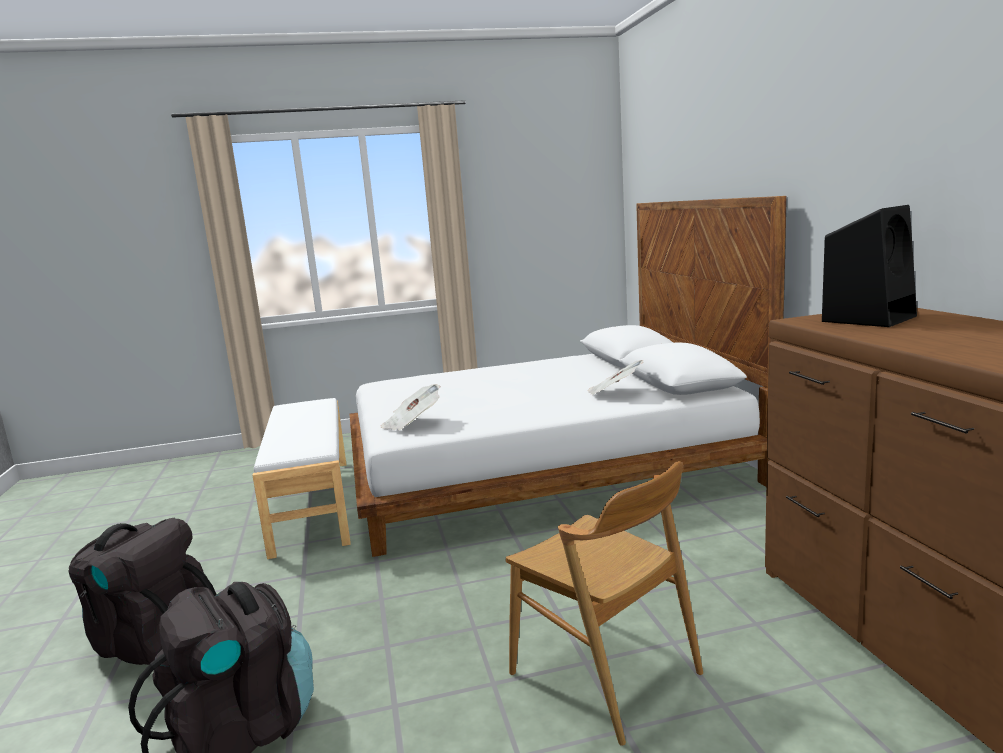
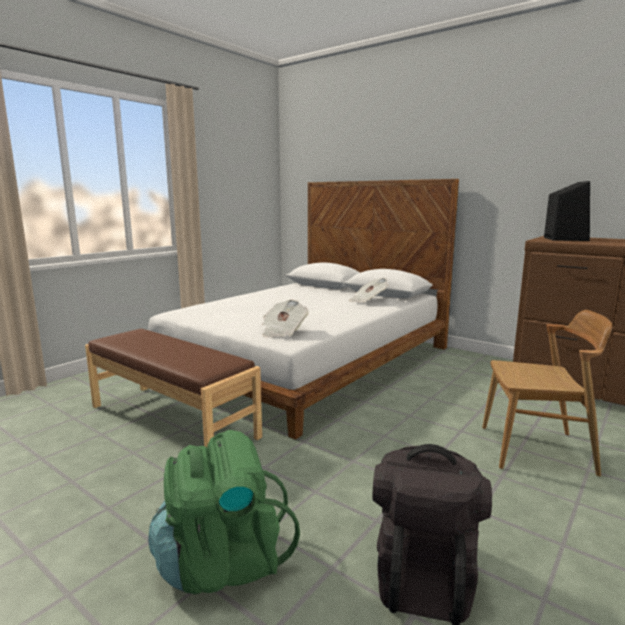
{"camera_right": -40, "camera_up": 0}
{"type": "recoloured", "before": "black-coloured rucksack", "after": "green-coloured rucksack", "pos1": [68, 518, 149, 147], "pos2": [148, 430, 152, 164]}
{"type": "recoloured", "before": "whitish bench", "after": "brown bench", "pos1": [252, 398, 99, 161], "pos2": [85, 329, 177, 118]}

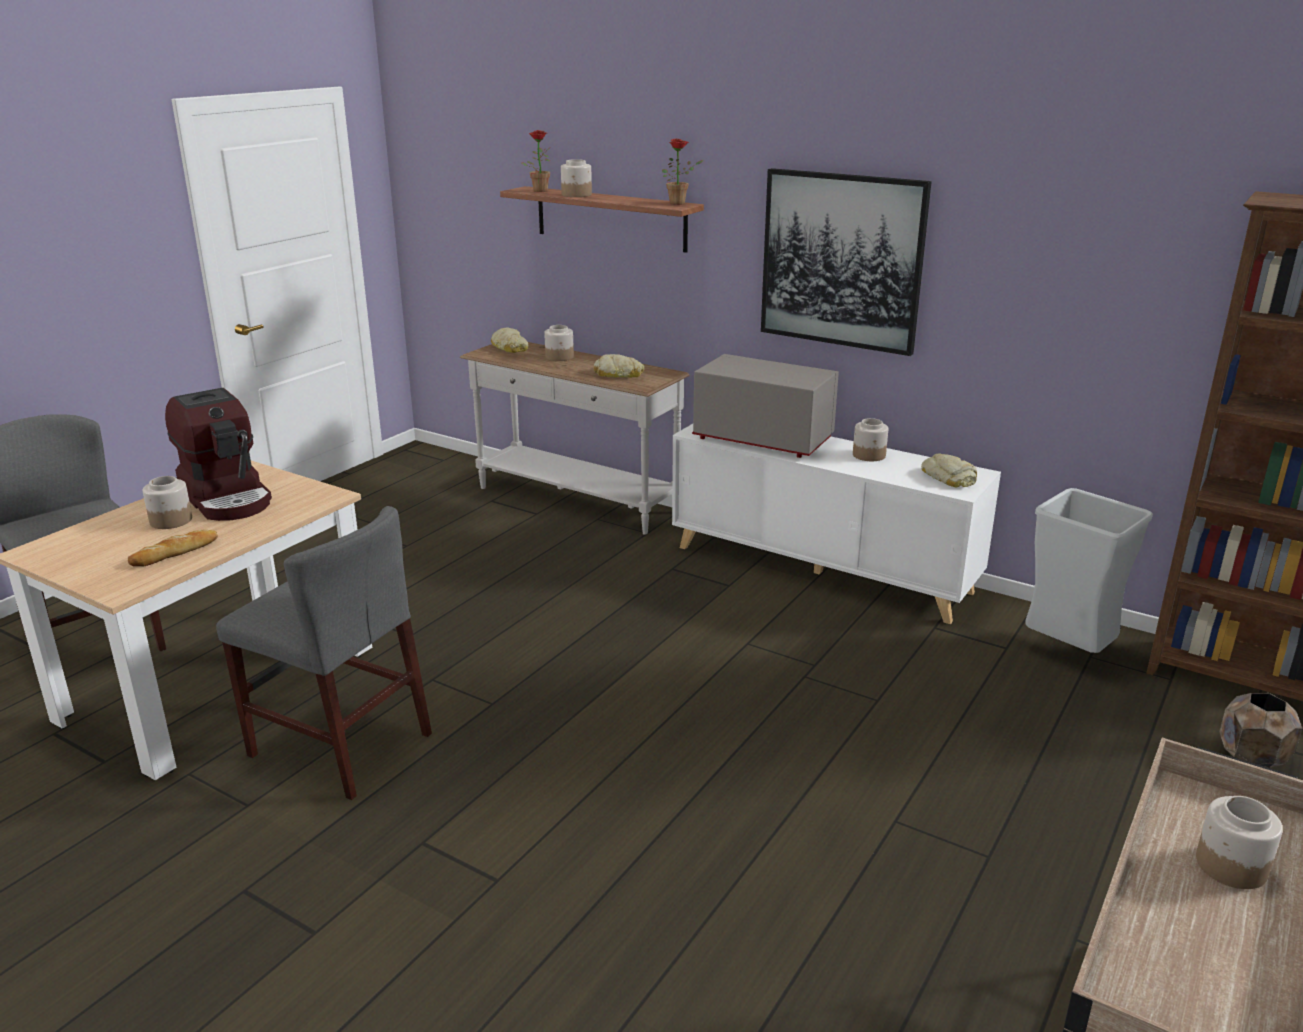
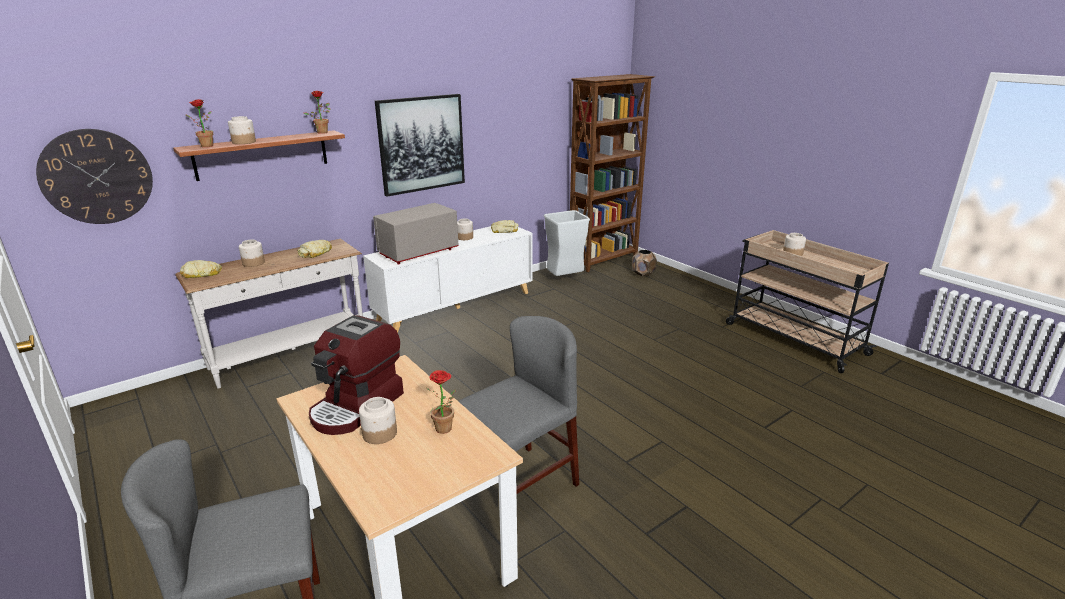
{"camera_right": -70, "camera_up": 0}
{"type": "replaced", "before": "bakery bread", "after": "potted plant", "pos1": [128, 529, 90, 38], "pos2": [425, 370, 31, 64]}
{"type": "turned", "before": "coffee machine", "pos1": [165, 388, 107, 133], "pos2": [309, 315, 95, 120], "turn": 135}
{"type": "added", "after": "clock on the wall", "pos2": [36, 129, 117, 95]}

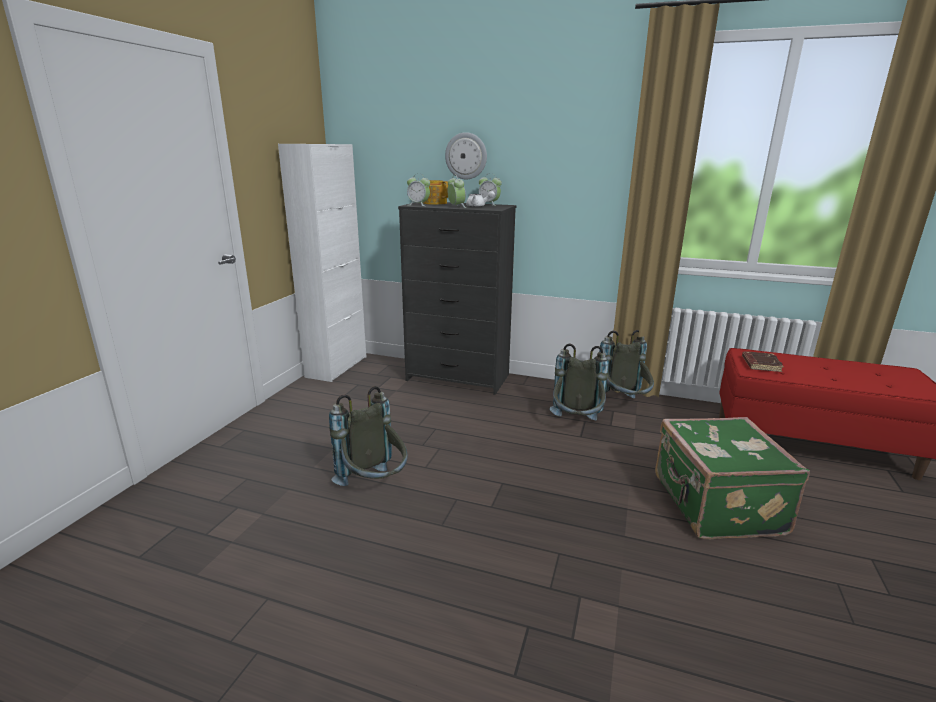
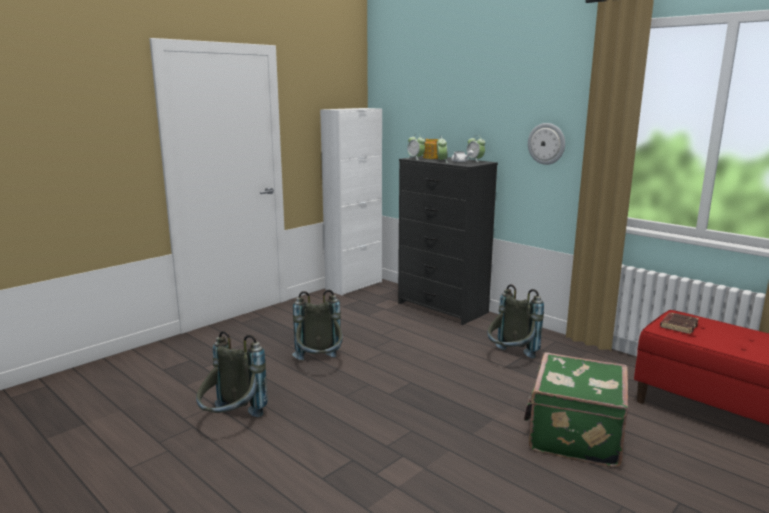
{"camera_right": 25, "camera_up": -5}
{"type": "moved", "before": "clock on the wall", "pos1": [445, 132, 42, 47], "pos2": [528, 123, 37, 42]}
{"type": "moved", "before": "greyish rucksack", "pos1": [599, 330, 55, 69], "pos2": [196, 331, 72, 86]}

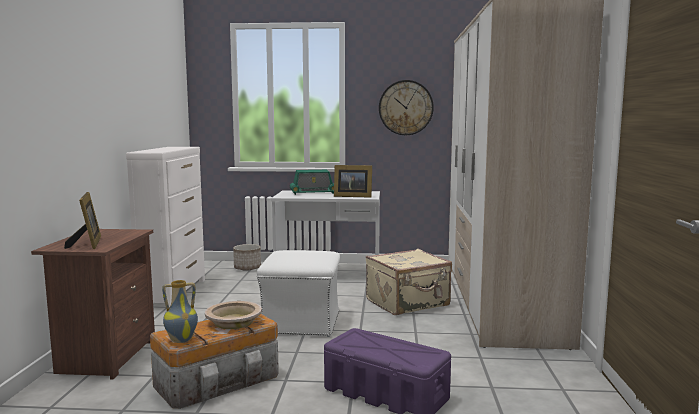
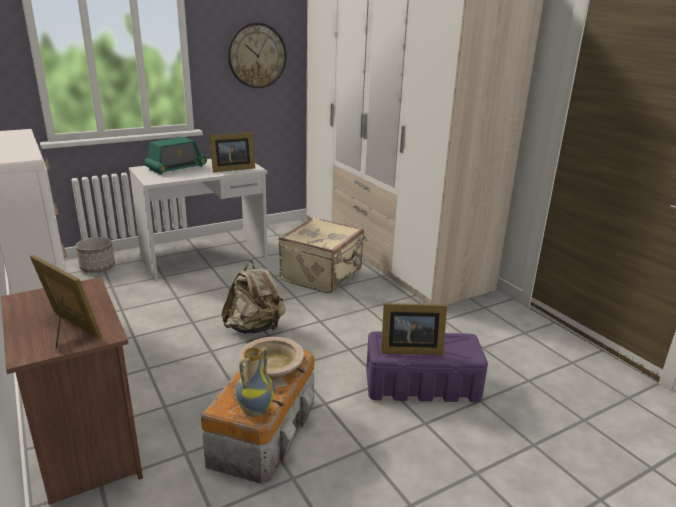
{"camera_right": -35, "camera_up": 15}
{"type": "replaced", "before": "whitish ottoman", "after": "beige rucksack", "pos1": [257, 250, 83, 87], "pos2": [222, 260, 64, 74]}
{"type": "added", "after": "standing frame", "pos2": [381, 303, 66, 52]}

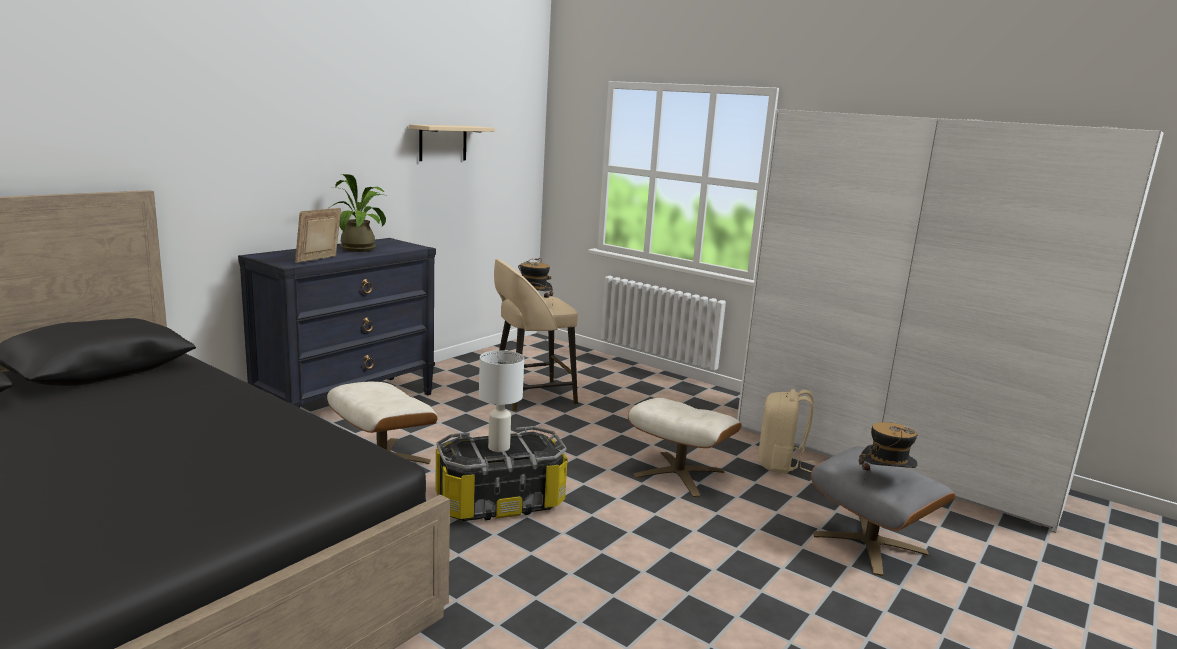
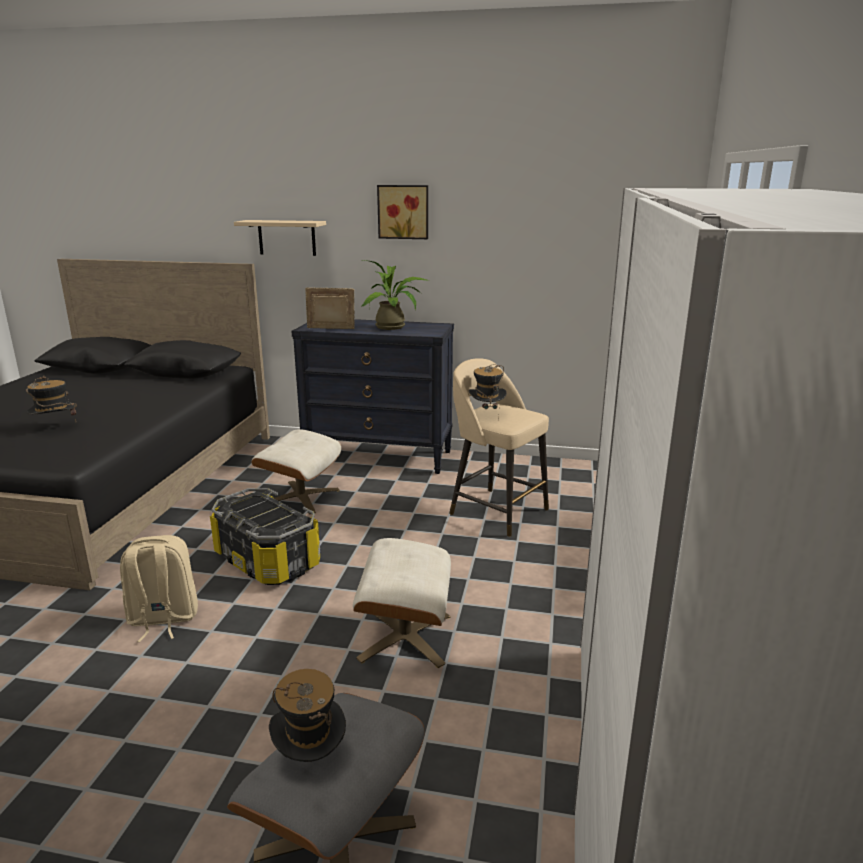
{"camera_right": 65, "camera_up": 5}
{"type": "moved", "before": "beige shelf", "pos1": [409, 124, 86, 37], "pos2": [234, 220, 92, 36]}
{"type": "removed", "before": "whitish tabletop lamp", "pos1": [479, 350, 45, 102]}
{"type": "moved", "before": "beige rucksack", "pos1": [759, 389, 55, 85], "pos2": [120, 535, 78, 107]}
{"type": "added", "after": "clothing hat", "pos2": [26, 375, 51, 46]}
{"type": "added", "after": "wall art", "pos2": [377, 185, 51, 54]}

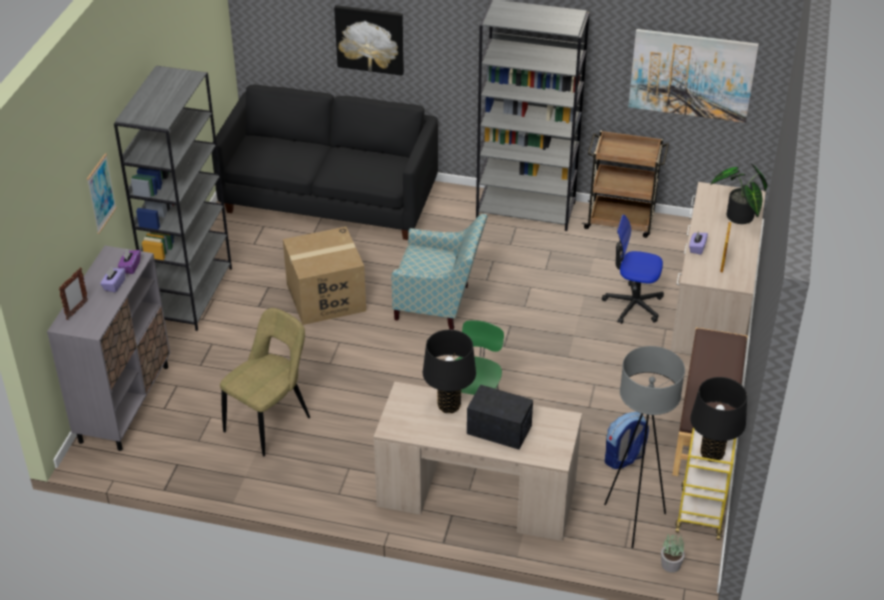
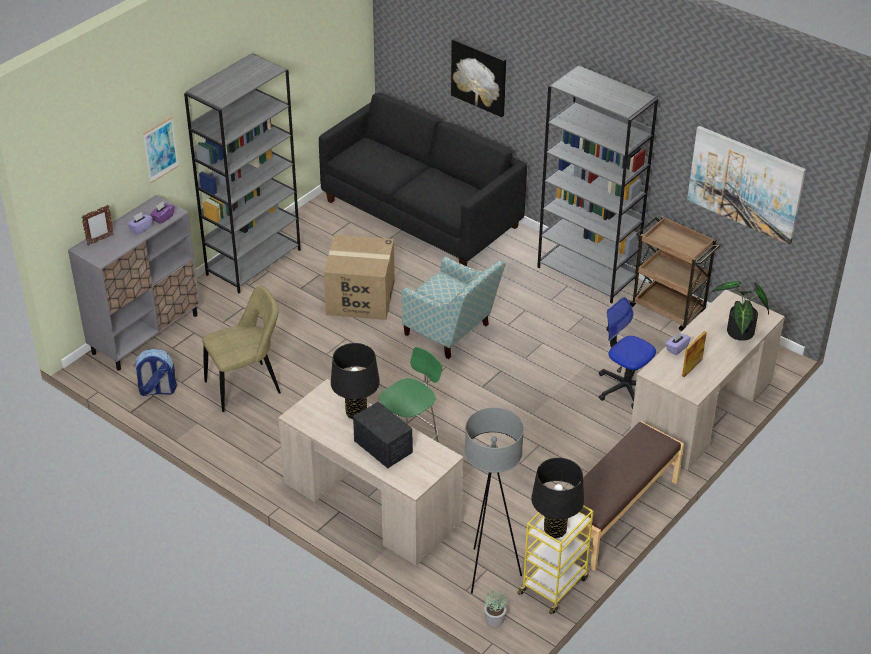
{"camera_right": 25, "camera_up": 0}
{"type": "moved", "before": "rucksack", "pos1": [605, 412, 44, 57], "pos2": [133, 349, 44, 47]}

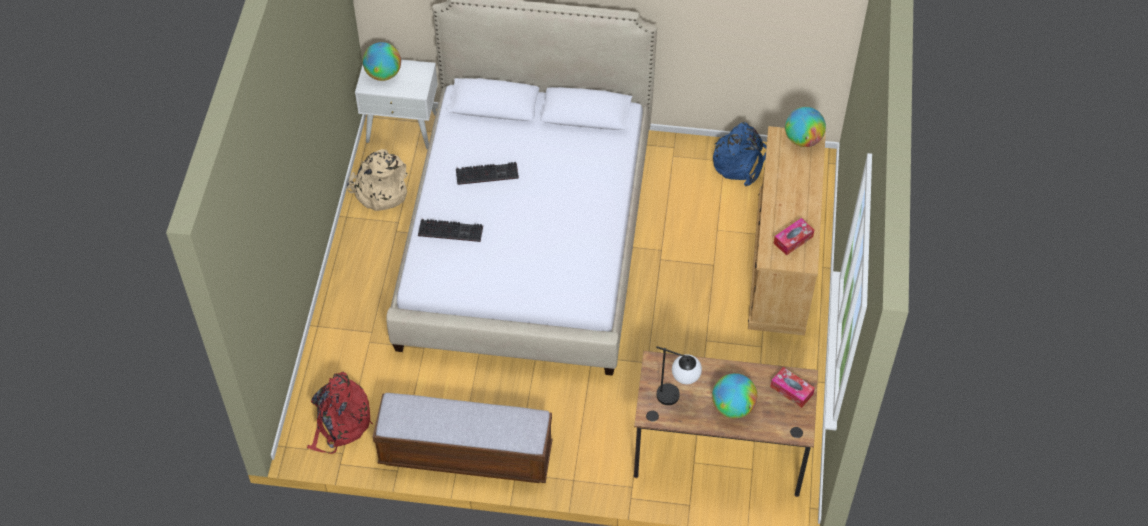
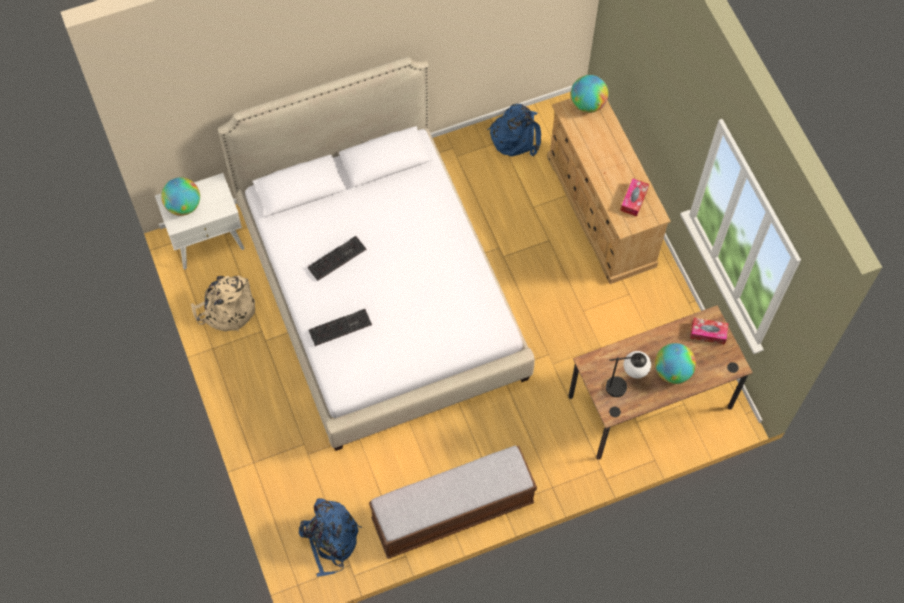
{"camera_right": -30, "camera_up": 10}
{"type": "recoloured", "before": "reddish rucksack", "after": "blue-coloured rucksack", "pos1": [307, 372, 66, 82], "pos2": [299, 498, 63, 79]}

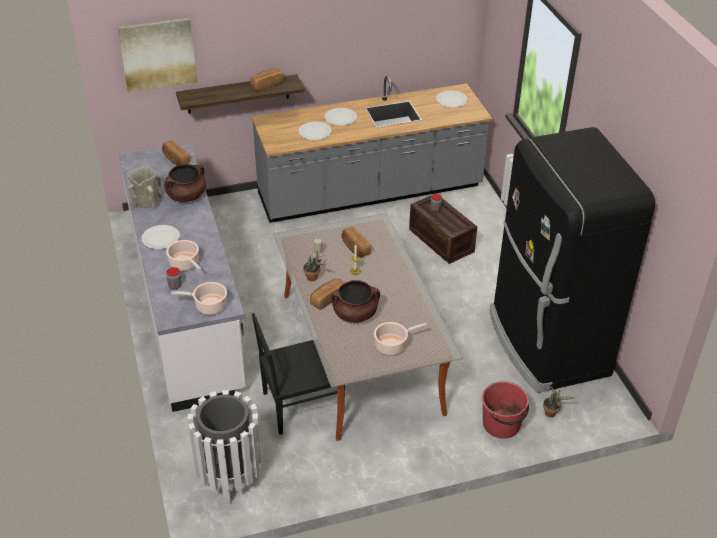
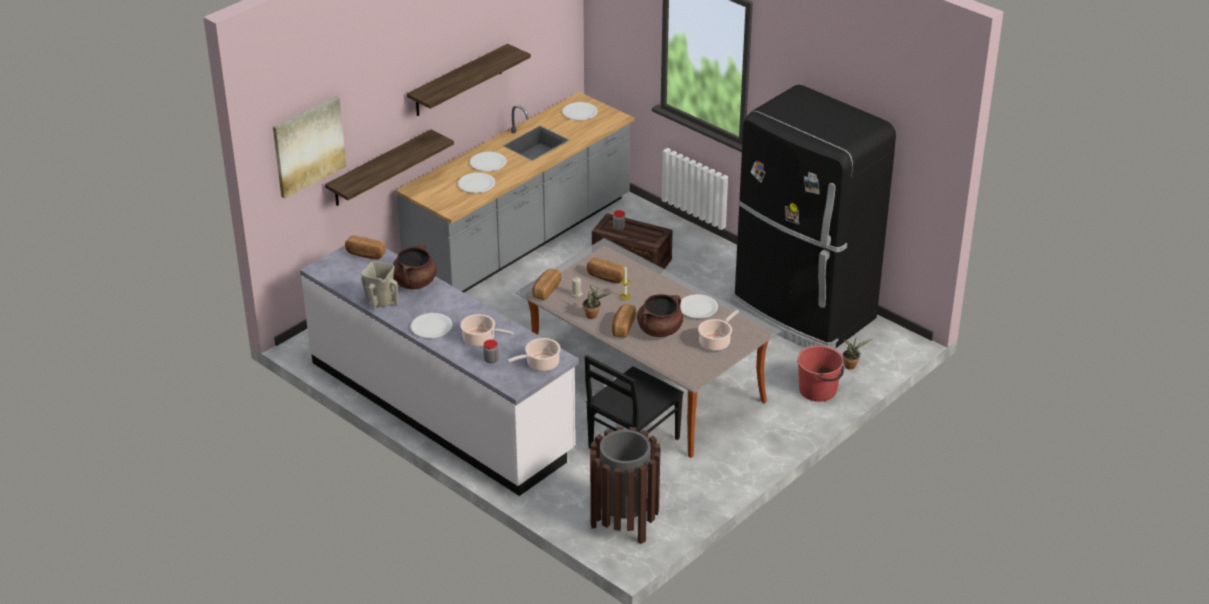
{"camera_right": -30, "camera_up": -5}
{"type": "recoloured", "before": "whitish rubbish bin", "after": "brown rubbish bin", "pos1": [188, 390, 74, 115], "pos2": [590, 426, 71, 118]}
{"type": "moved", "before": "bakery bread", "pos1": [250, 68, 34, 22], "pos2": [532, 269, 29, 31]}
{"type": "added", "after": "shelf", "pos2": [407, 44, 124, 72]}
{"type": "added", "after": "whitish dinner plate", "pos2": [680, 294, 38, 25]}

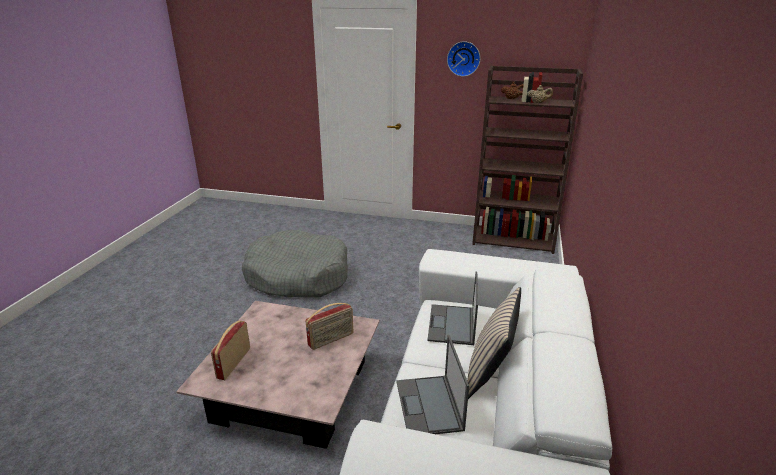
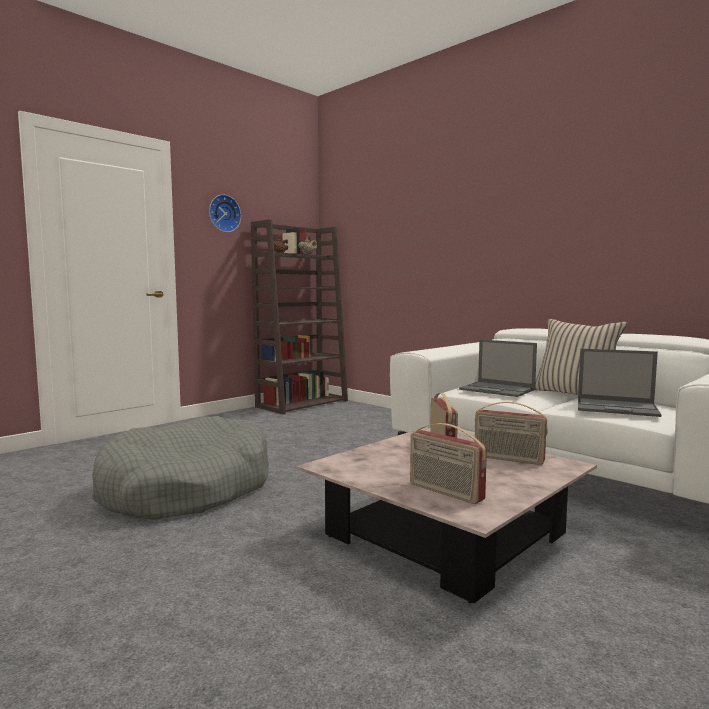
{"camera_right": -60, "camera_up": -20}
{"type": "added", "after": "radio", "pos2": [475, 402, 73, 63]}

